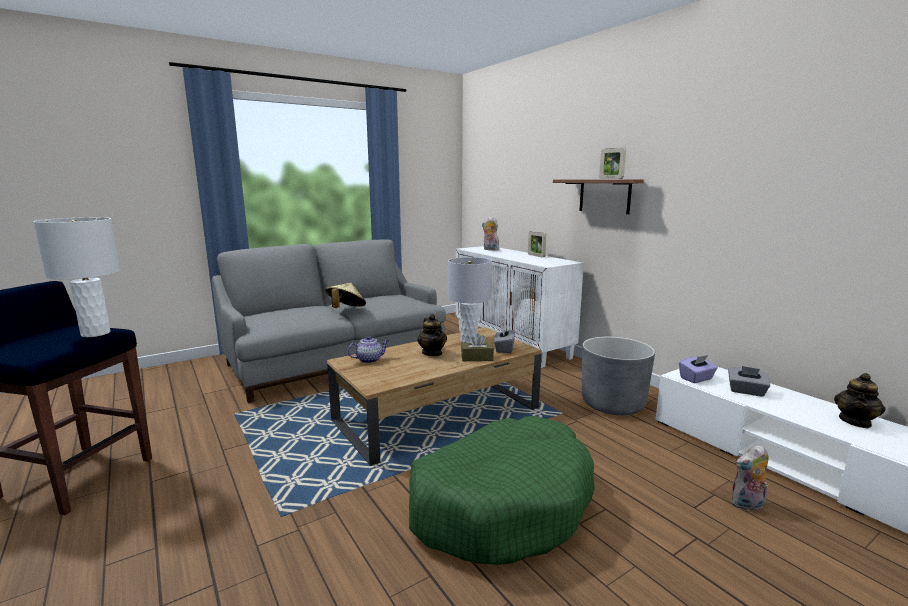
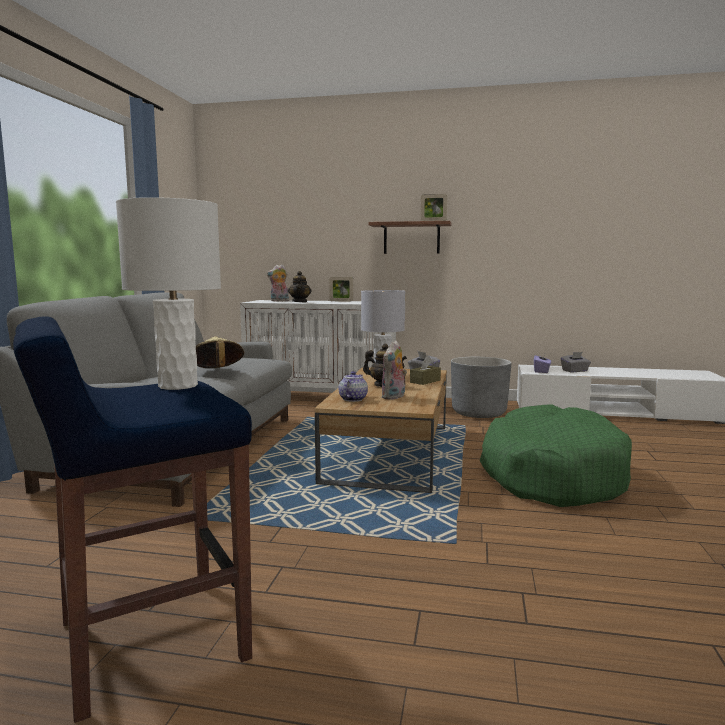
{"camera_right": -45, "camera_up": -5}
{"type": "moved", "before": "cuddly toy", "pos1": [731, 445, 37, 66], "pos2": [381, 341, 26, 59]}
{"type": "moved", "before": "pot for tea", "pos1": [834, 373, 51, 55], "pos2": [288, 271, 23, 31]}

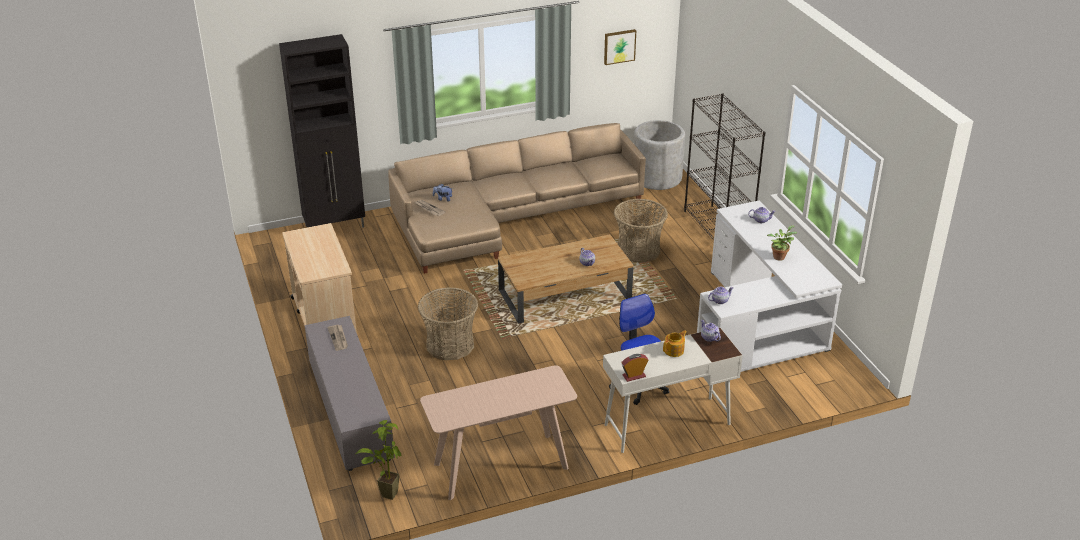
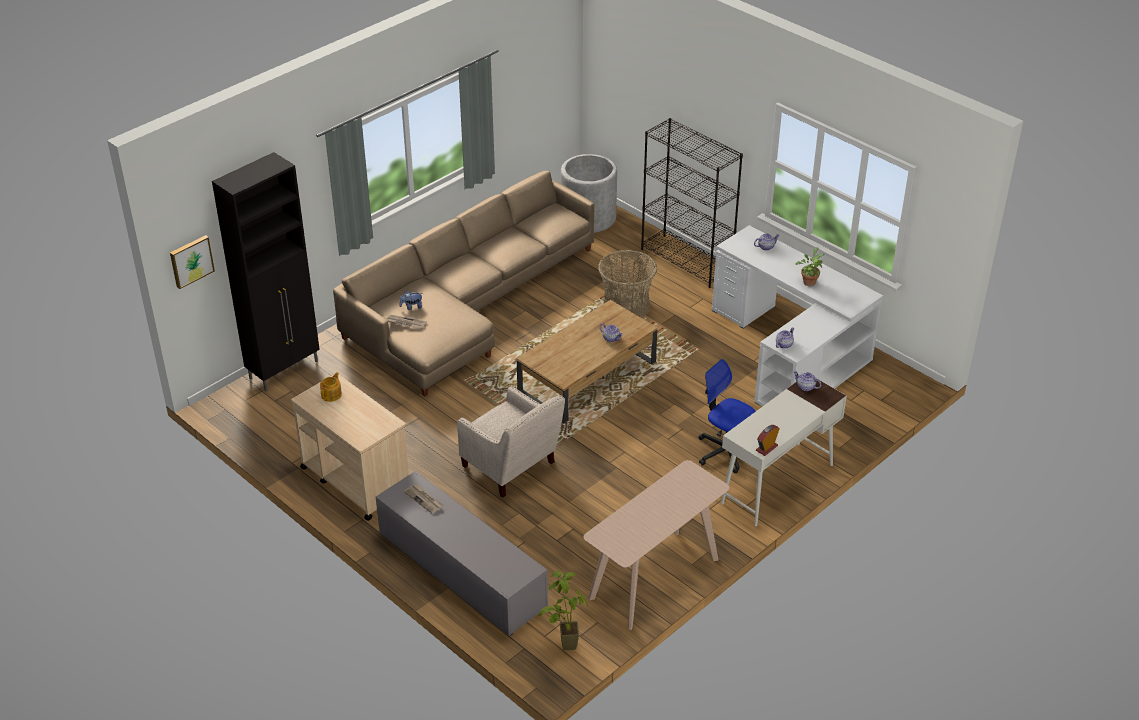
{"camera_right": -25, "camera_up": 5}
{"type": "replaced", "before": "storage basket", "after": "beige armchair", "pos1": [418, 287, 60, 73], "pos2": [457, 386, 108, 112]}
{"type": "moved", "before": "wall art", "pos1": [604, 29, 32, 36], "pos2": [170, 235, 45, 54]}
{"type": "moved", "before": "pot for tea", "pos1": [663, 330, 24, 27], "pos2": [320, 372, 22, 30]}

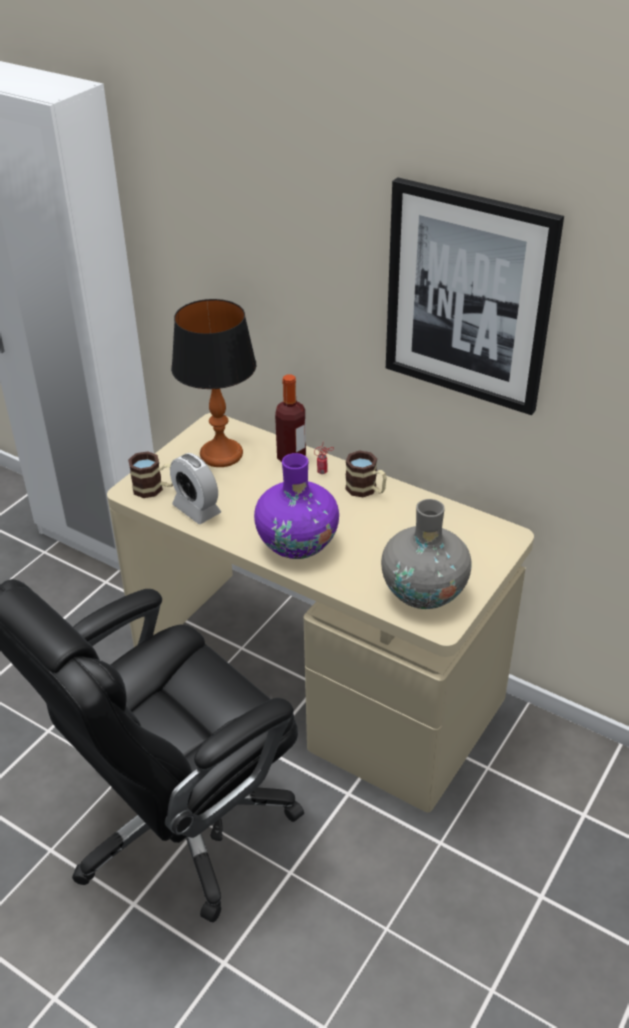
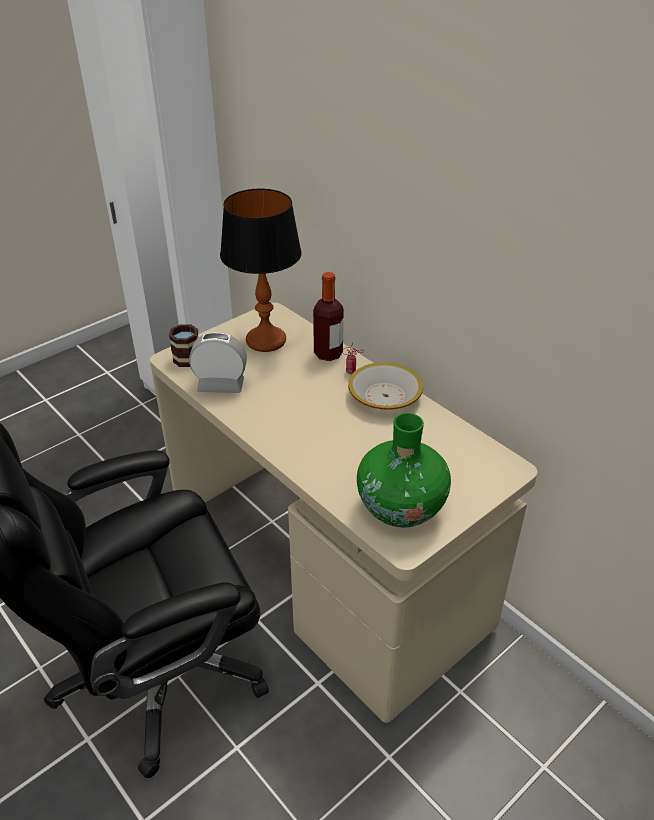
{"camera_right": 15, "camera_up": 0}
{"type": "turned", "before": "bedside clock", "pos1": [170, 453, 51, 71], "pos2": [189, 332, 58, 61], "turn": 120}
{"type": "removed", "before": "purple decorative vase", "pos1": [254, 453, 85, 106]}
{"type": "replaced", "before": "tea mug", "after": "bowl", "pos1": [345, 451, 42, 46], "pos2": [348, 362, 75, 48]}
{"type": "recoloured", "before": "greyish decorative vase", "after": "green-coloured decorative vase", "pos1": [381, 499, 91, 110], "pos2": [357, 413, 94, 114]}
{"type": "removed", "before": "wall art", "pos1": [386, 177, 178, 238]}

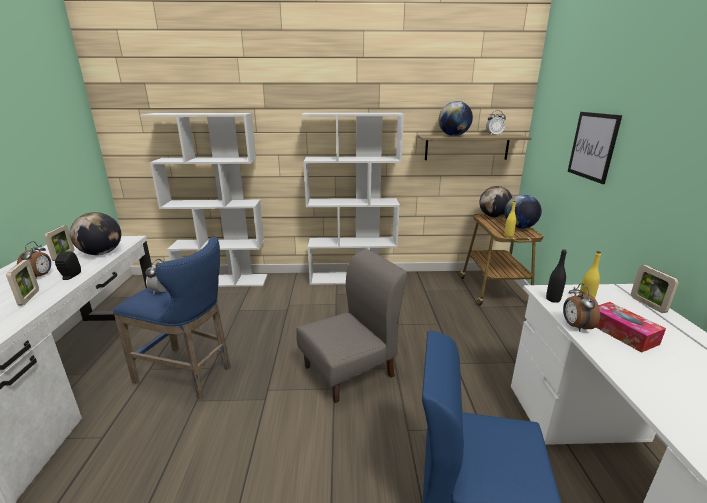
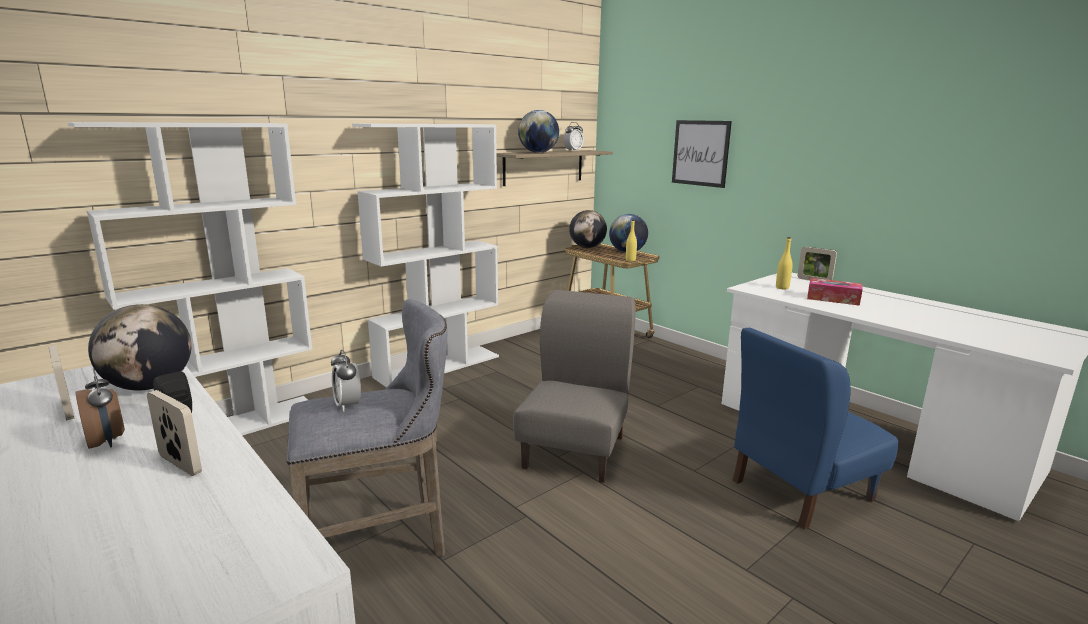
{"camera_right": -40, "camera_up": -5}
{"type": "recoloured", "before": "blue-coloured sitting stool", "after": "greyish sitting stool", "pos1": [113, 237, 118, 162], "pos2": [287, 299, 160, 258]}
{"type": "removed", "before": "black-coloured beverage bottle", "pos1": [546, 249, 21, 54]}
{"type": "removed", "before": "bedside clock", "pos1": [563, 284, 37, 48]}

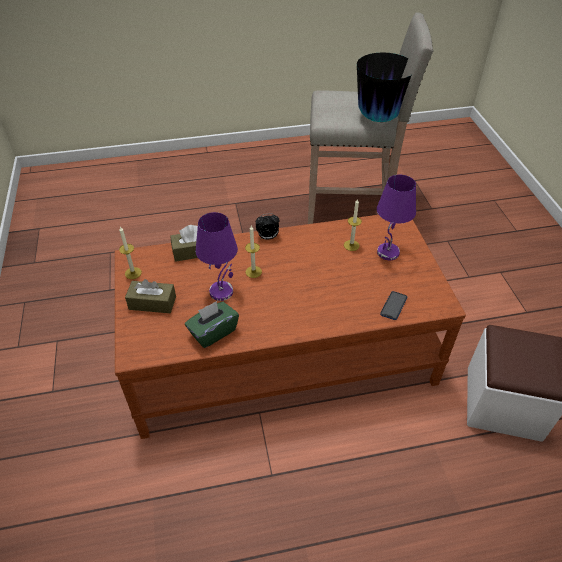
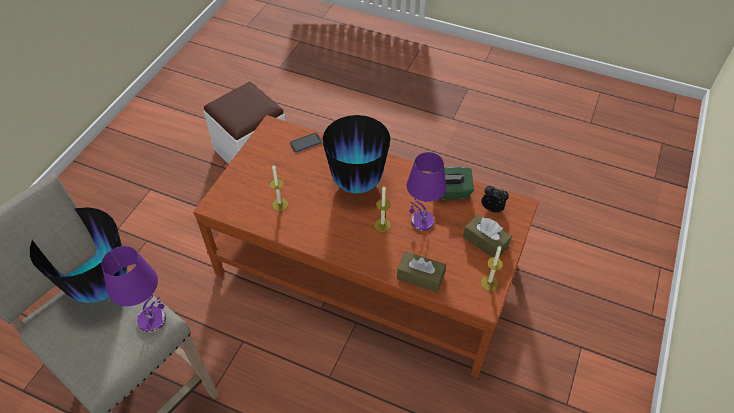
{"camera_right": -145, "camera_up": 5}
{"type": "moved", "before": "bedside clock", "pos1": [256, 213, 24, 27], "pos2": [481, 186, 28, 26]}
{"type": "moved", "before": "purple tabletop lamp", "pos1": [377, 175, 39, 85], "pos2": [101, 246, 65, 86]}
{"type": "added", "after": "decorative vase", "pos2": [322, 115, 68, 78]}

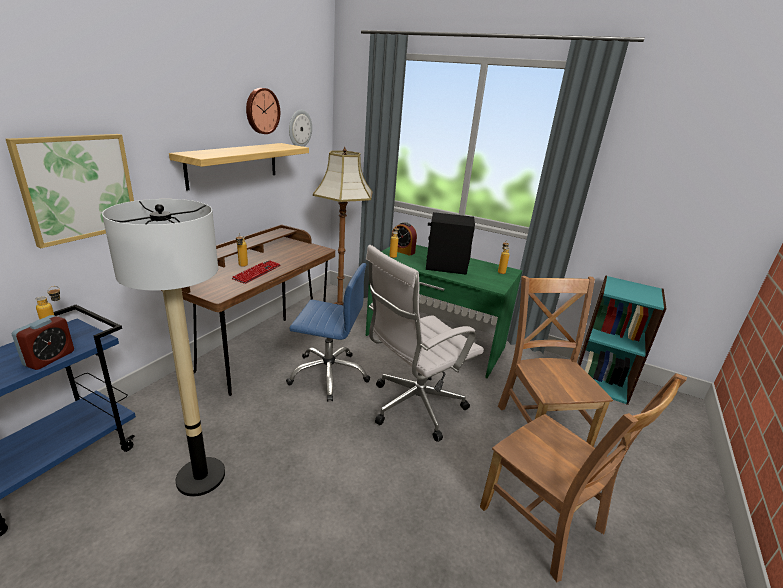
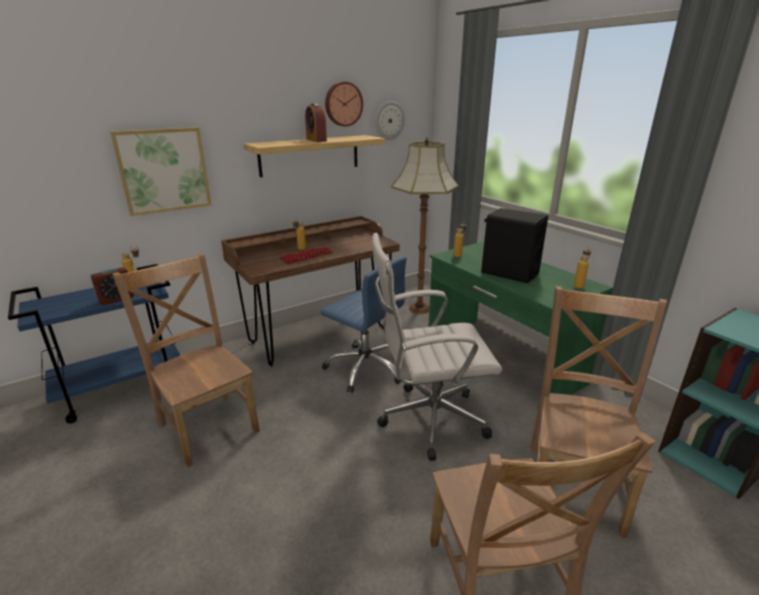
{"camera_right": 30, "camera_up": 0}
{"type": "replaced", "before": "standard lamp", "after": "brown chair", "pos1": [102, 199, 123, 298], "pos2": [112, 253, 148, 214]}
{"type": "moved", "before": "bedside clock", "pos1": [392, 222, 25, 34], "pos2": [305, 103, 22, 39]}

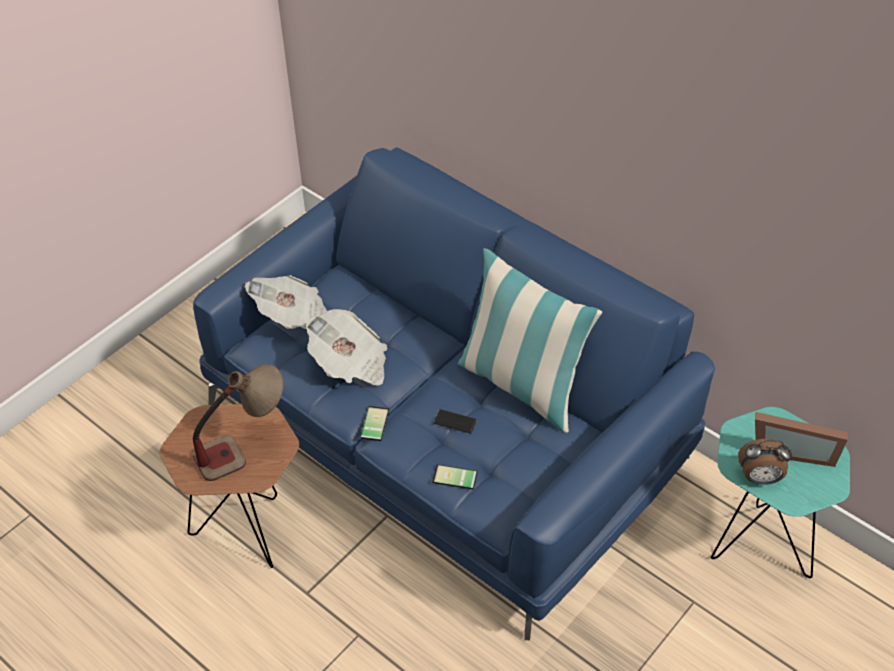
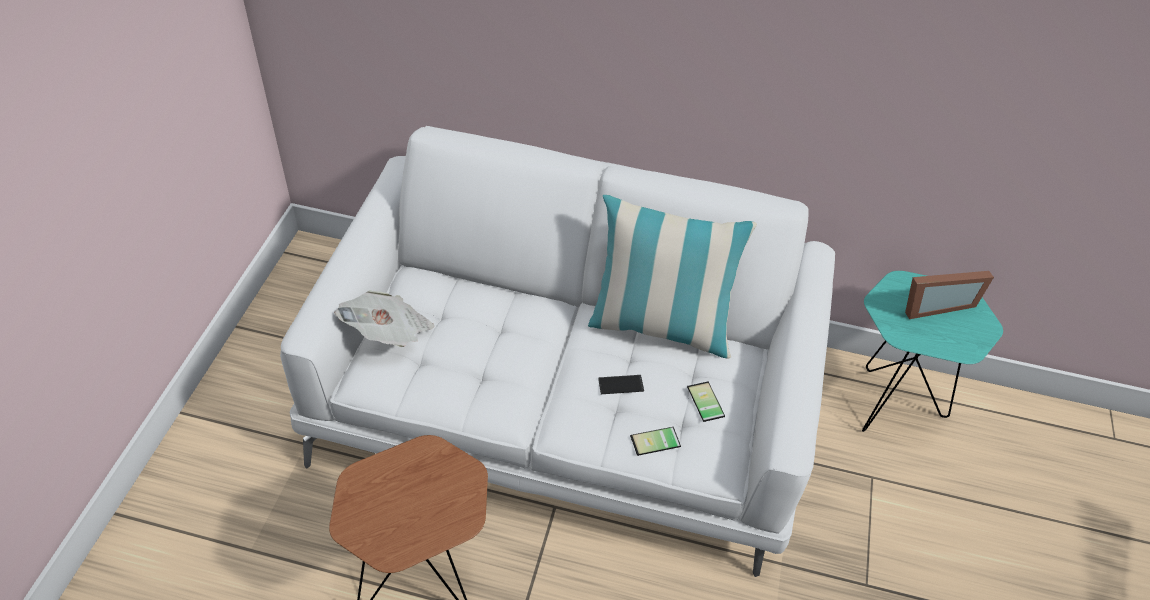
{"camera_right": -30, "camera_up": 0}
{"type": "recoloured", "before": "blue-coloured couch", "after": "whitish couch", "pos1": [193, 147, 522, 493], "pos2": [280, 126, 555, 451]}
{"type": "removed", "before": "tabletop lamp", "pos1": [193, 364, 91, 117]}
{"type": "removed", "before": "daily paper", "pos1": [306, 309, 81, 77]}
{"type": "moved", "before": "handset", "pos1": [360, 406, 29, 35], "pos2": [687, 381, 38, 41]}
{"type": "removed", "before": "bedside clock", "pos1": [738, 439, 54, 46]}

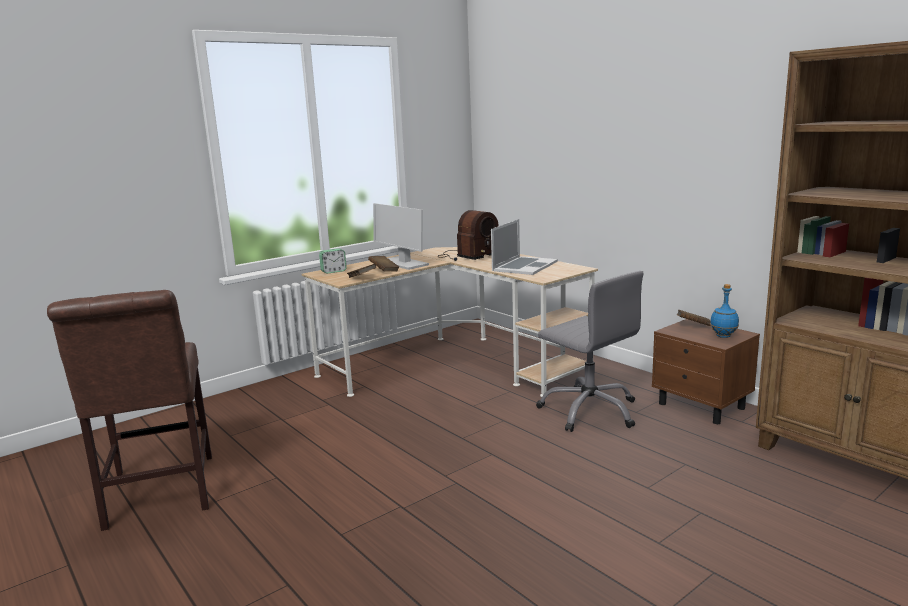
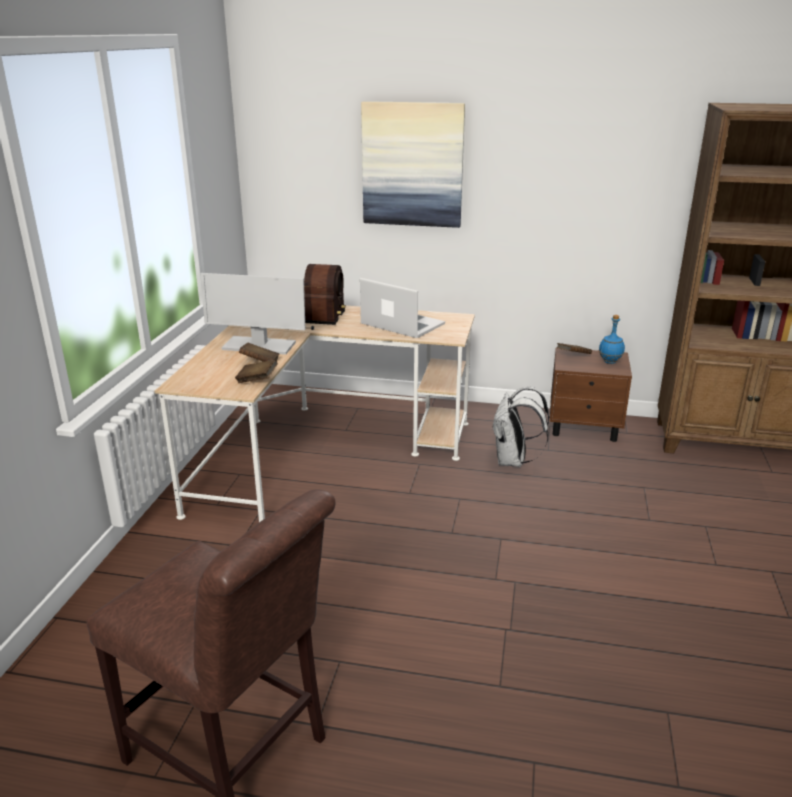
{"camera_right": -40, "camera_up": 10}
{"type": "removed", "before": "bedside clock", "pos1": [319, 249, 28, 25]}
{"type": "turned", "before": "laptop", "pos1": [491, 219, 67, 56], "pos2": [360, 278, 85, 60], "turn": -45}
{"type": "replaced", "before": "greyish desk chair", "after": "whitish rucksack", "pos1": [536, 271, 108, 161], "pos2": [491, 387, 59, 80]}
{"type": "added", "after": "wall art", "pos2": [361, 101, 104, 127]}

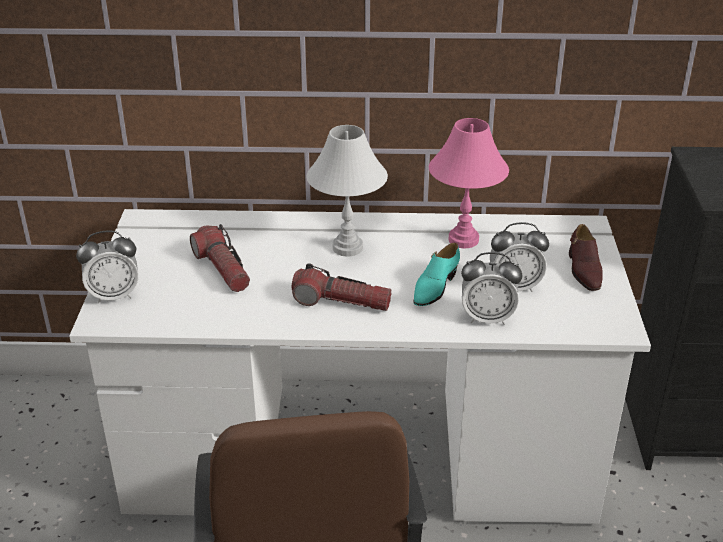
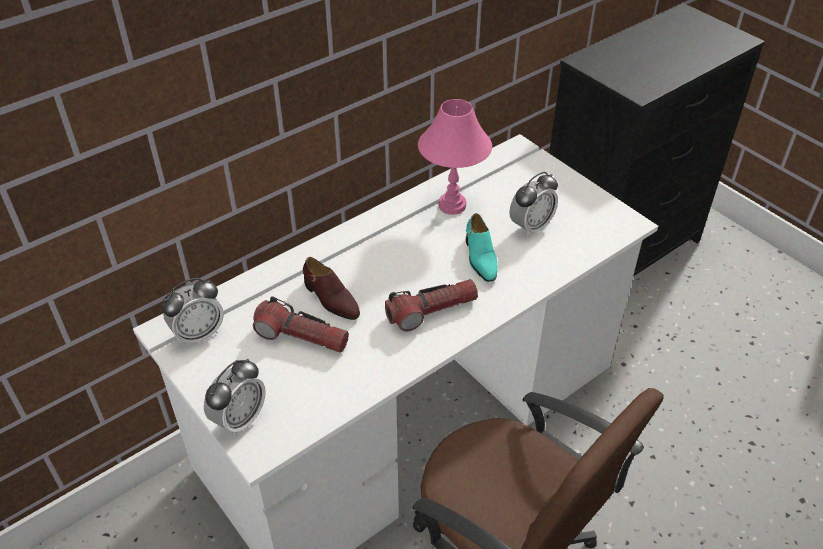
{"camera_right": -40, "camera_up": 10}
{"type": "removed", "before": "whitish tabletop lamp", "pos1": [306, 125, 82, 132]}
{"type": "moved", "before": "bedside clock", "pos1": [461, 252, 61, 73], "pos2": [161, 278, 63, 69]}
{"type": "moved", "before": "brown shoe", "pos1": [569, 224, 34, 67], "pos2": [303, 257, 57, 63]}

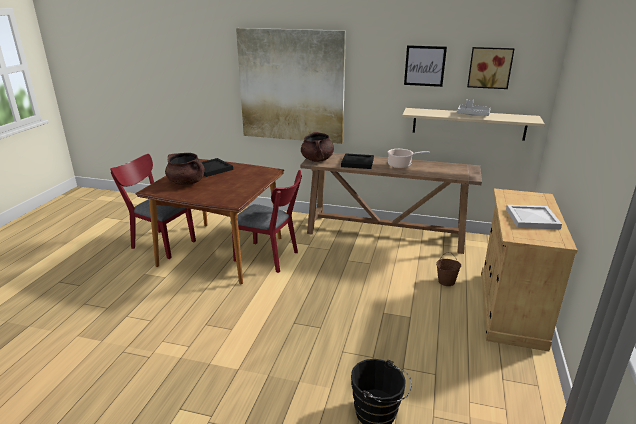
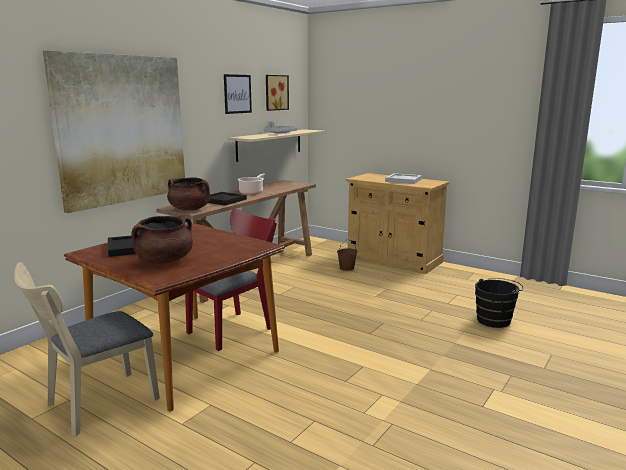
{"camera_right": -70, "camera_up": -10}
{"type": "recoloured", "before": "reddish chair", "after": "beige chair", "pos1": [110, 154, 86, 105], "pos2": [14, 262, 146, 174]}

